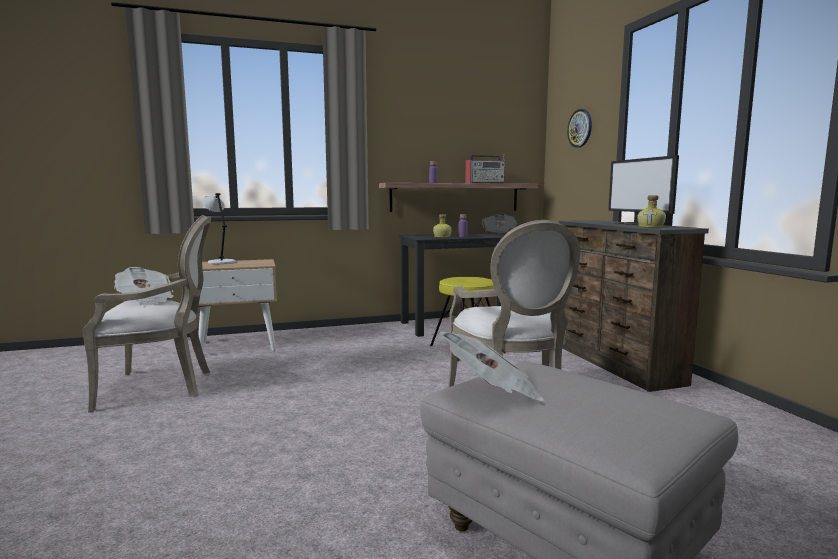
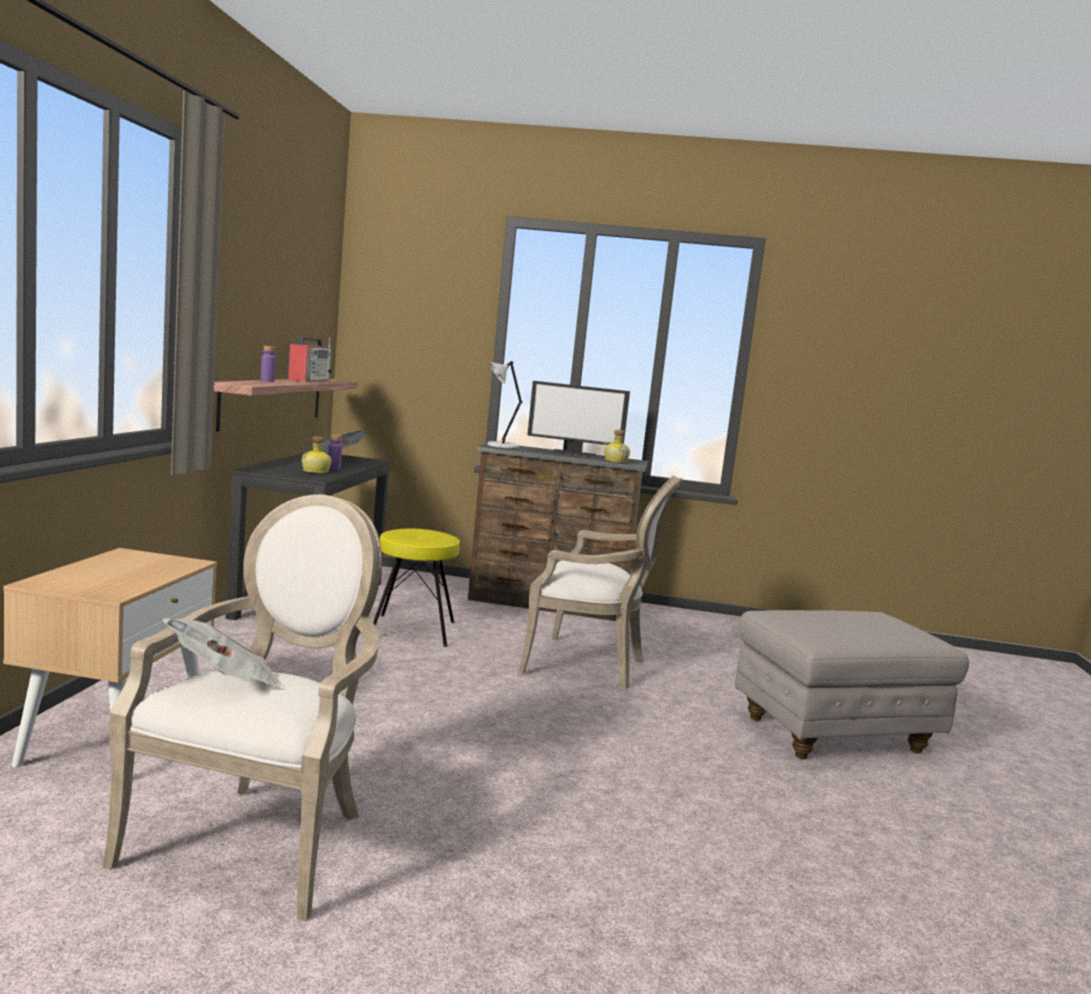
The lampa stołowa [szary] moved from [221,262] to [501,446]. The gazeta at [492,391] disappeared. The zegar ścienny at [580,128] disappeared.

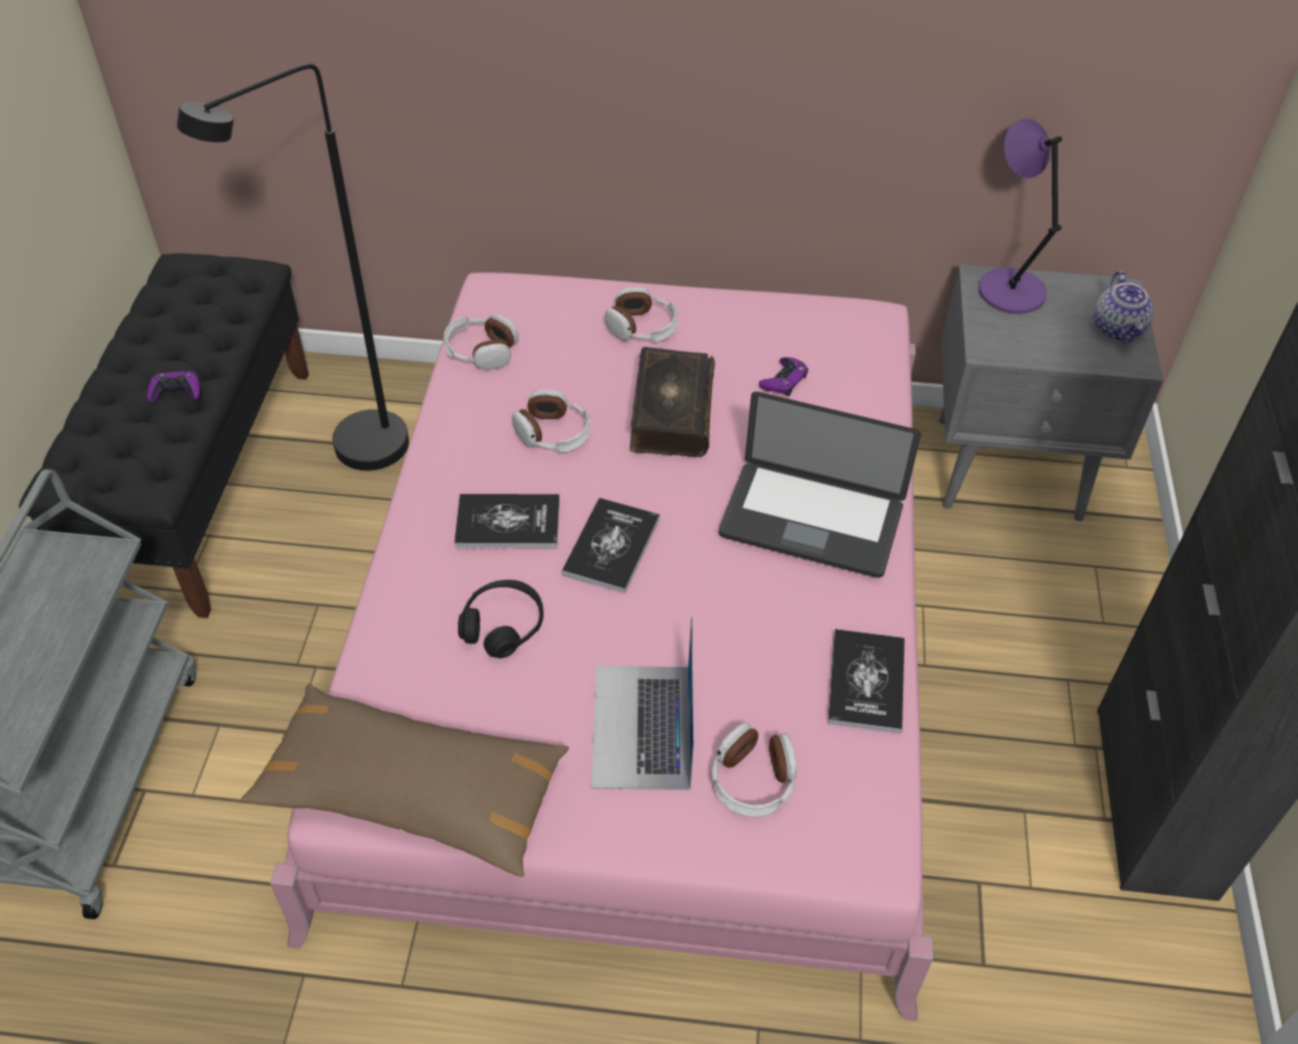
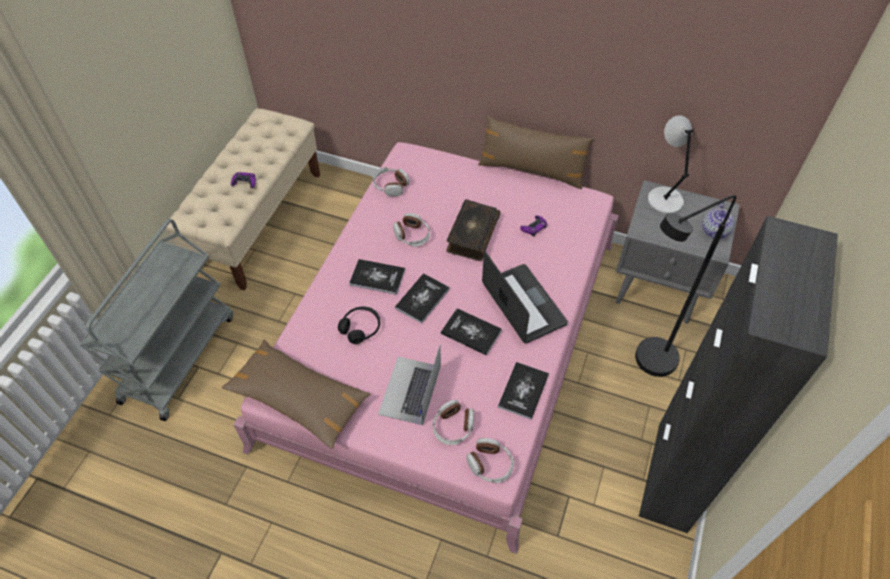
The ławka [czarny] at [203,479] became the ławka [beżowy] at [258,220]. The lampa stojąca [czarny] moved from [354,454] to [646,363]. The słuchawki moved from [642,327] to [490,464]. The laptop at [811,521] turned 150 degrees counterclockwise. The lampa stołowa [fioletowy] at [1008,290] became the lampa stołowa [szary] at [664,199]. The książka at [471,332] appeared. The poduszka [brązowy] at [531,170] appeared.

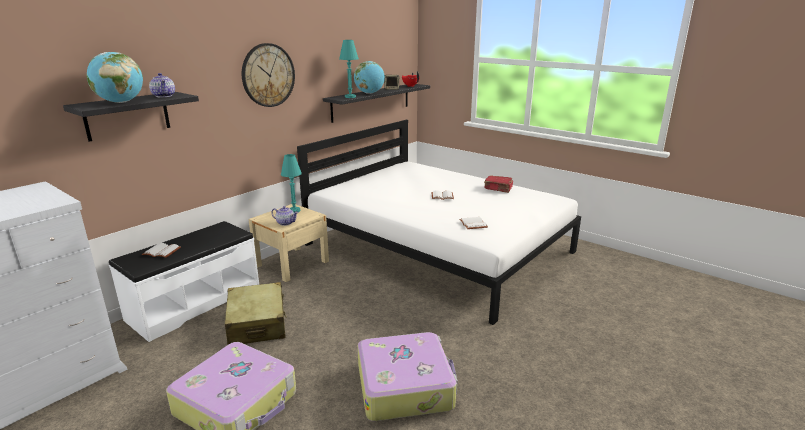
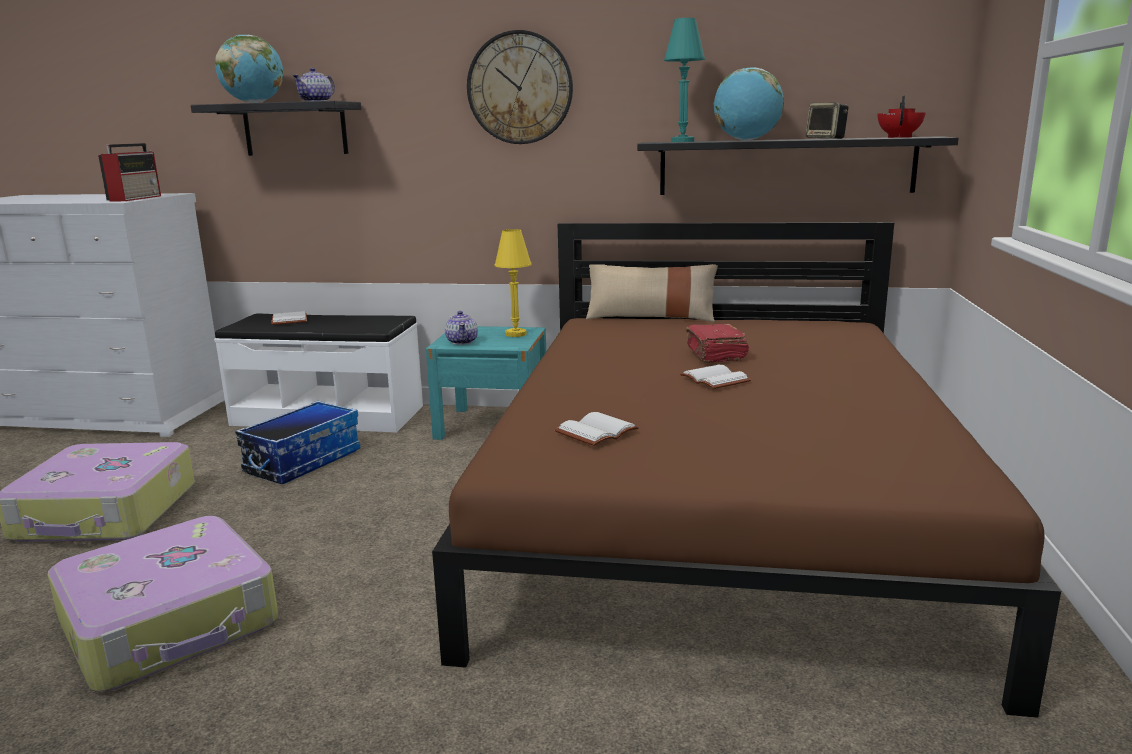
The walizka [beżowy] at [257,323] was replaced by the pojemnik do przechowywania at [303,461]. The szafka nocna [beżowy] at [292,263] became the szafka nocna [turkusowy] at [492,425]. The lampa stołowa [turkusowy] at [294,210] became the lampa stołowa [żółty] at [516,334]. The łóżko [biały] at [438,247] became the łóżko [brązowy] at [718,510]. The książka [czerwony] moved from [498,189] to [715,354]. The radio at [136,198] appeared. The poduszka [beżowy] at [651,317] appeared.

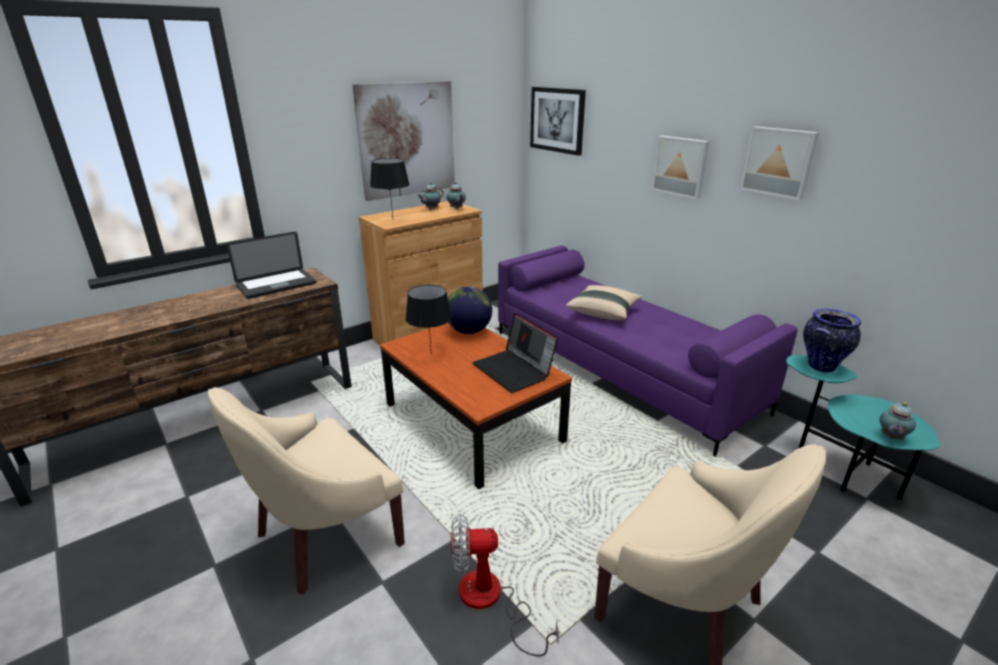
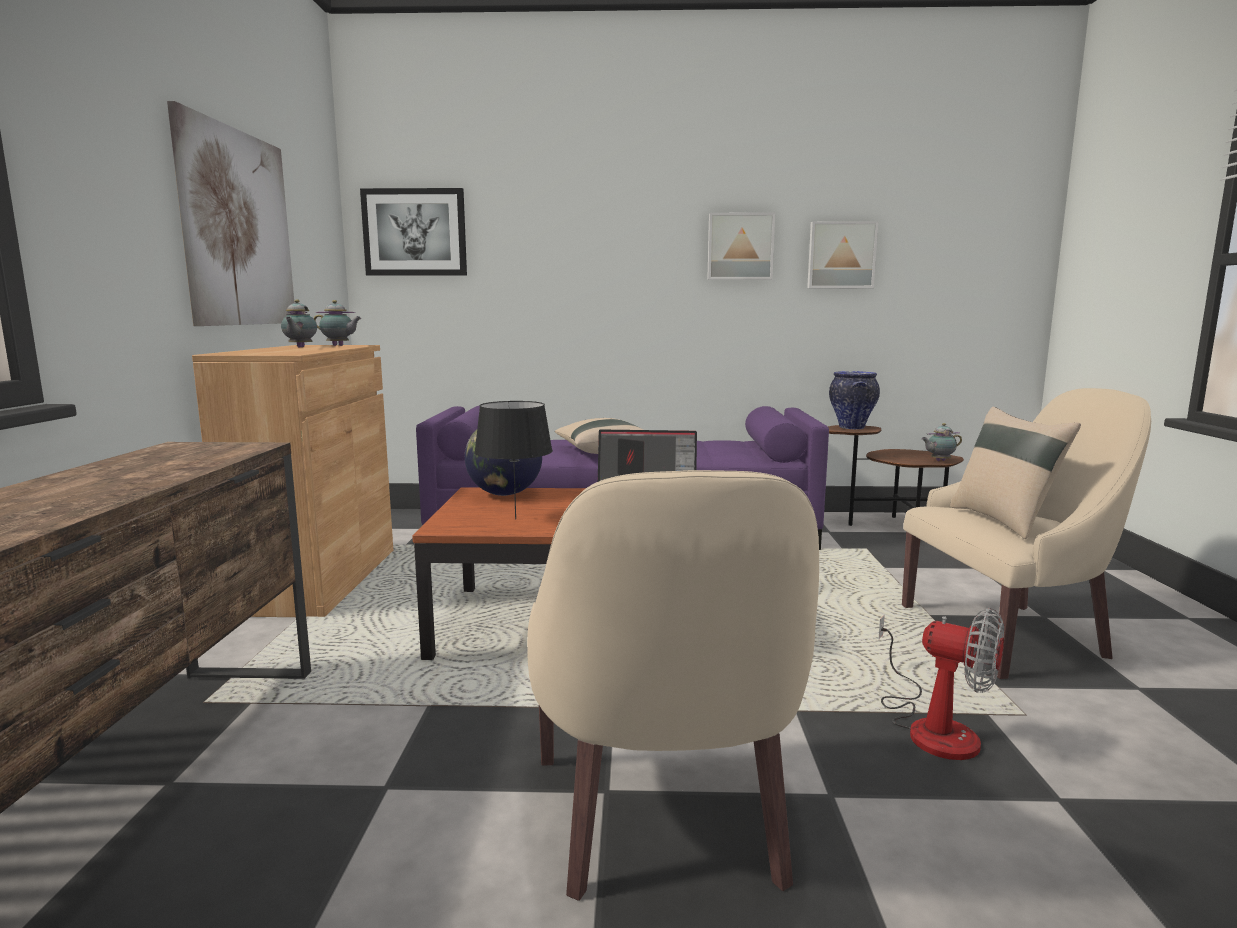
The laptop at [276,285] disappeared. The lampa stołowa [czarny] at [392,219] disappeared. The wentylator at [491,601] turned 90 degrees counterclockwise. The obraz moved from [681,166] to [841,255]. The stolik [turkusowy] at [840,470] became the stolik [brązowy] at [890,525]. The imbryk at [890,437] turned 90 degrees clockwise. The poduszka [beżowy] at [1004,521] appeared.

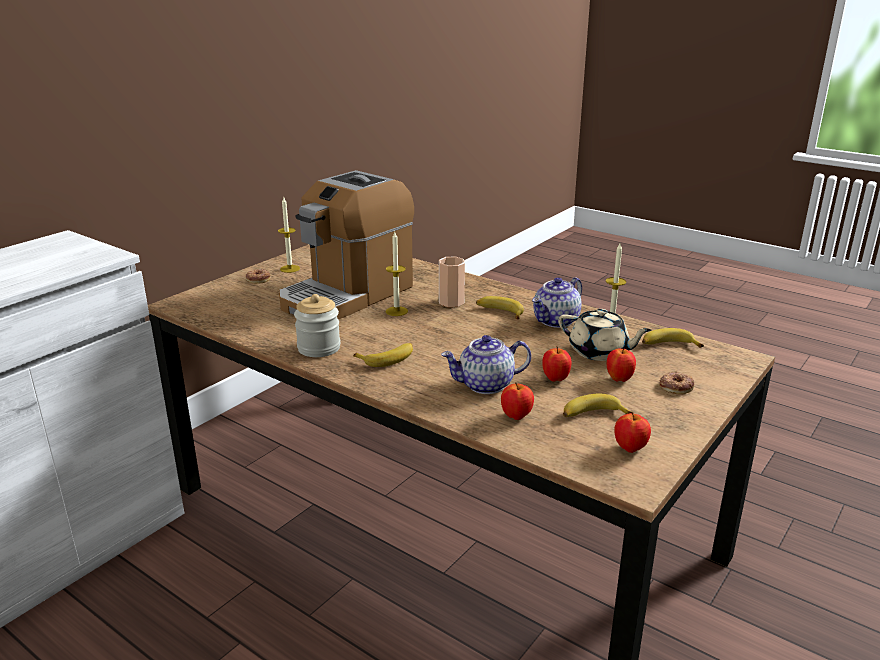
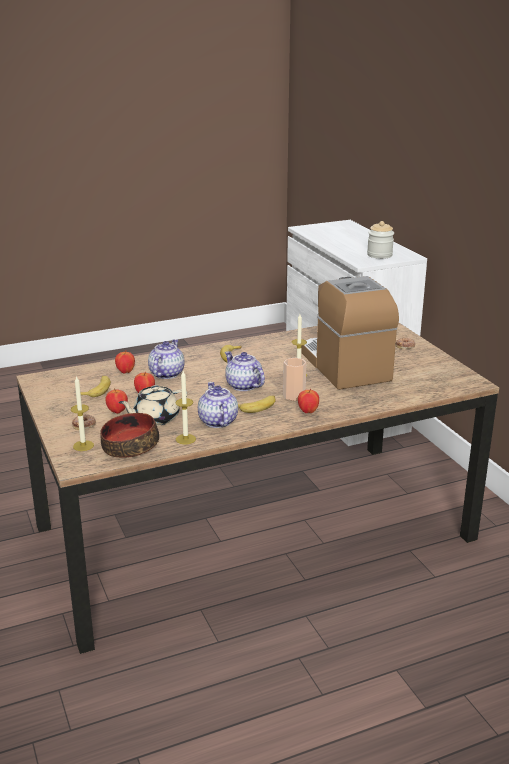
The świeca moved from [290,269] to [83,445]. The słoik moved from [319,348] to [379,255]. The jabłko moved from [630,448] to [308,411]. The banan at [668,345] was replaced by the miska at [130,446]. The imbryk at [243,385] appeared.

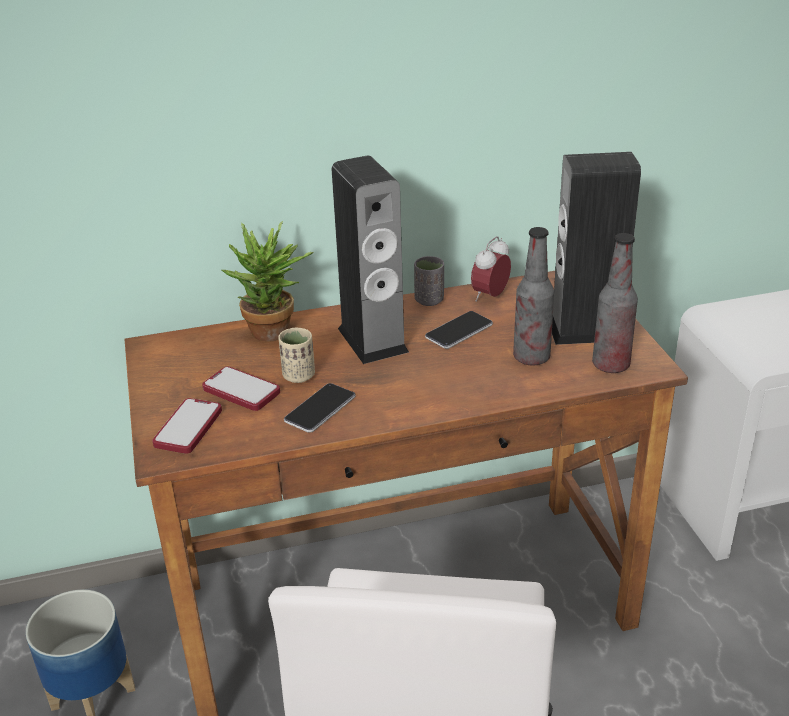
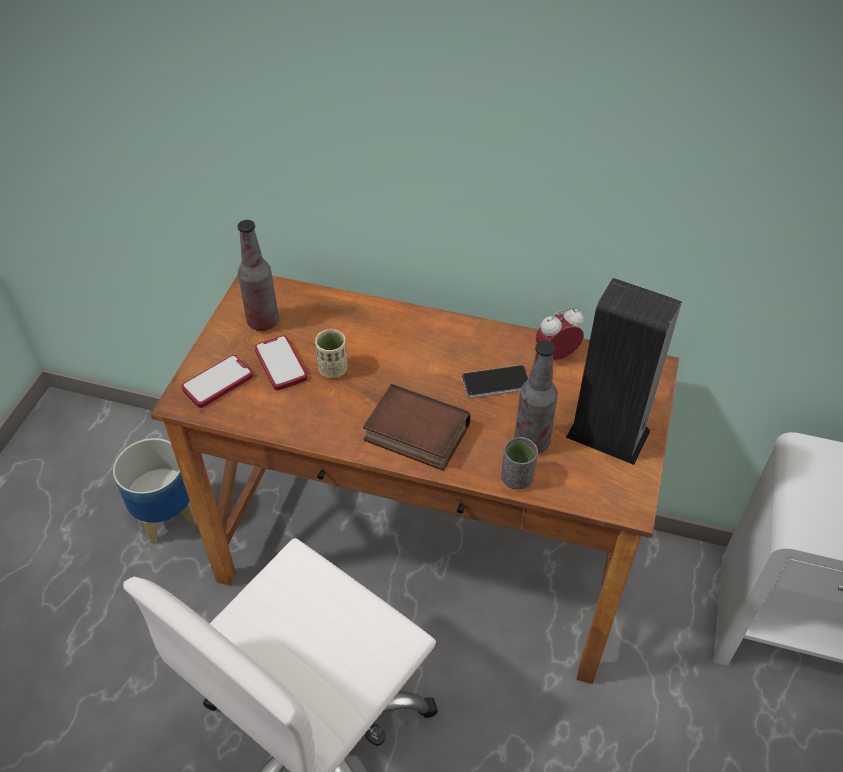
The roślina doniczkowa at [274,335] disappeared. The telefon at [320,409] disappeared. The głośnik at [372,340] disappeared. The filiżanka [szary] moved from [429,300] to [517,478]. The butelka moved from [610,365] to [263,321]. The książka at [414,434] appeared.

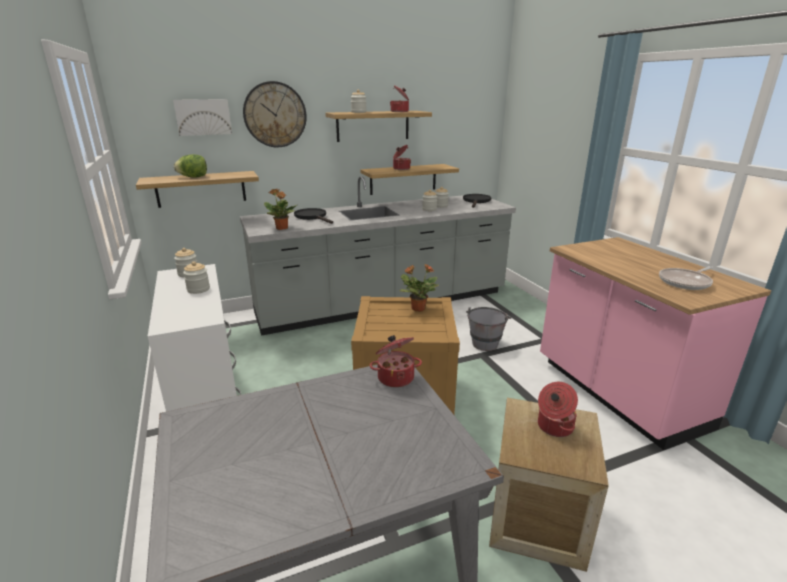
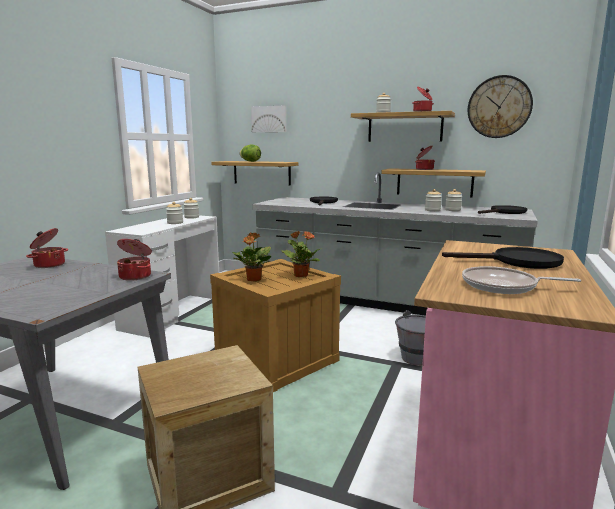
The zegar ścienny moved from [275,115] to [499,107]. The roślina doniczkowa moved from [282,228] to [253,280]. The garnek moved from [554,426] to [49,264]. The patelnia [czarny] at [517,262] appeared.

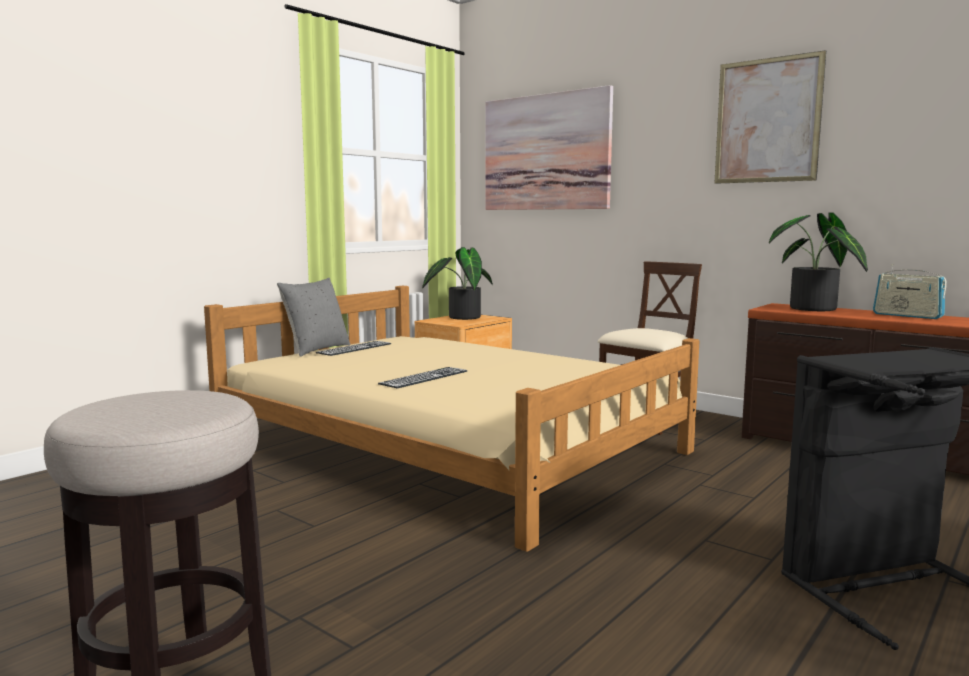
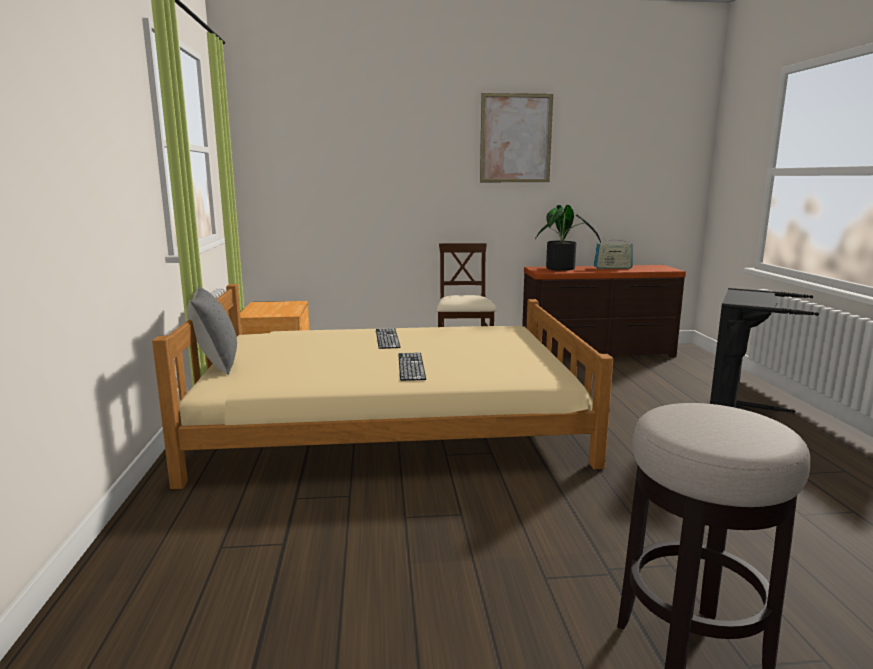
The klawiatura moved from [354,348] to [387,338]. The roślina doniczkowa at [460,317] disappeared. The obraz at [546,152] disappeared.

